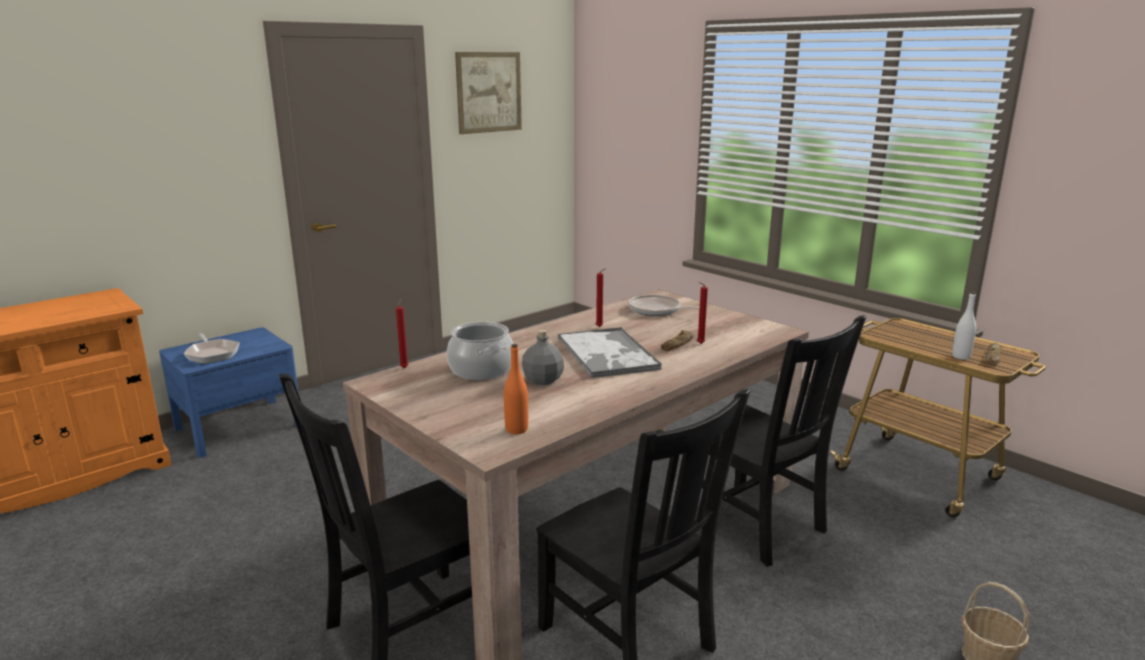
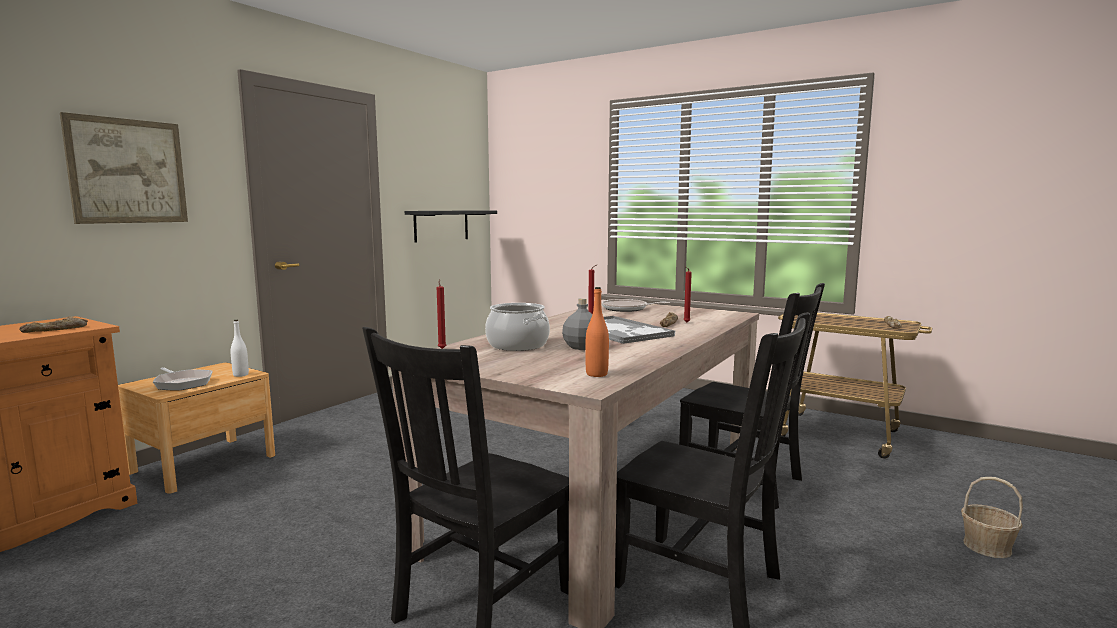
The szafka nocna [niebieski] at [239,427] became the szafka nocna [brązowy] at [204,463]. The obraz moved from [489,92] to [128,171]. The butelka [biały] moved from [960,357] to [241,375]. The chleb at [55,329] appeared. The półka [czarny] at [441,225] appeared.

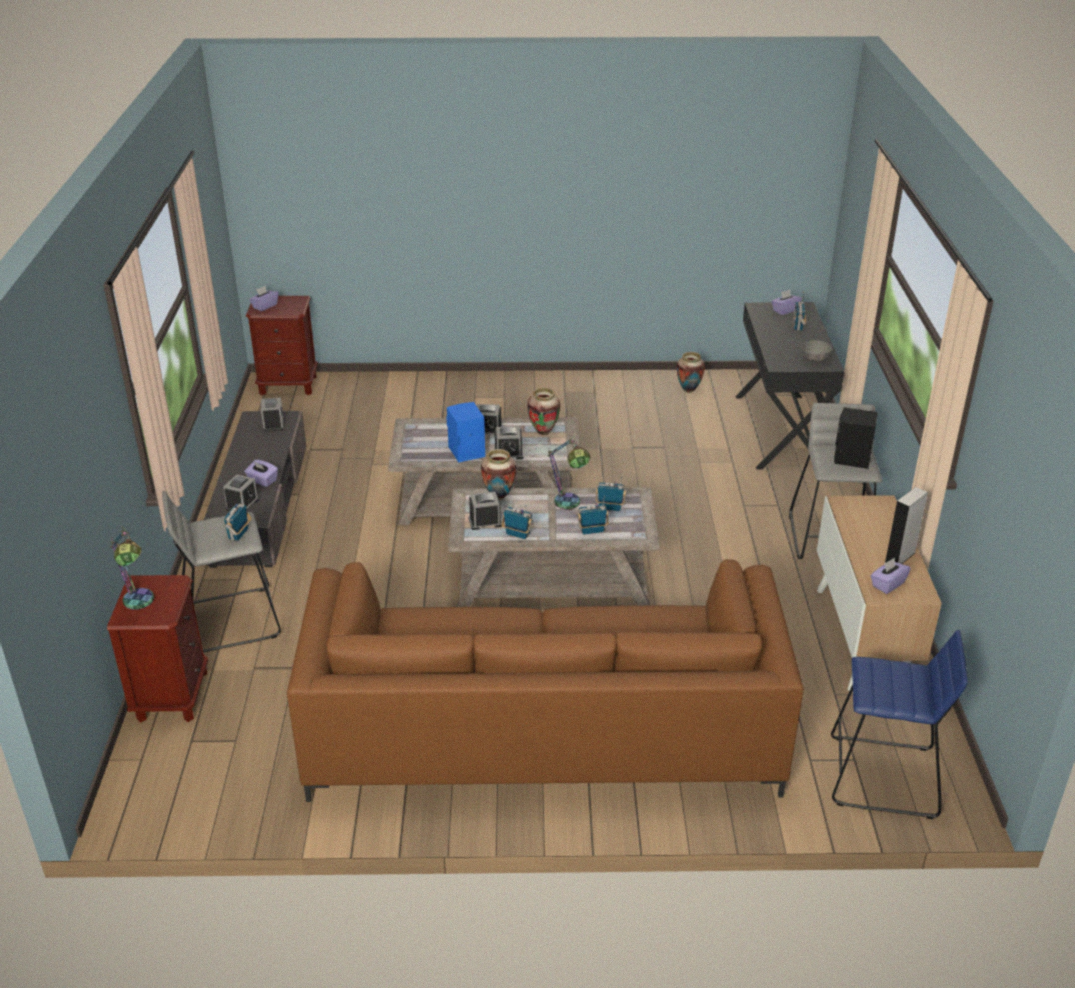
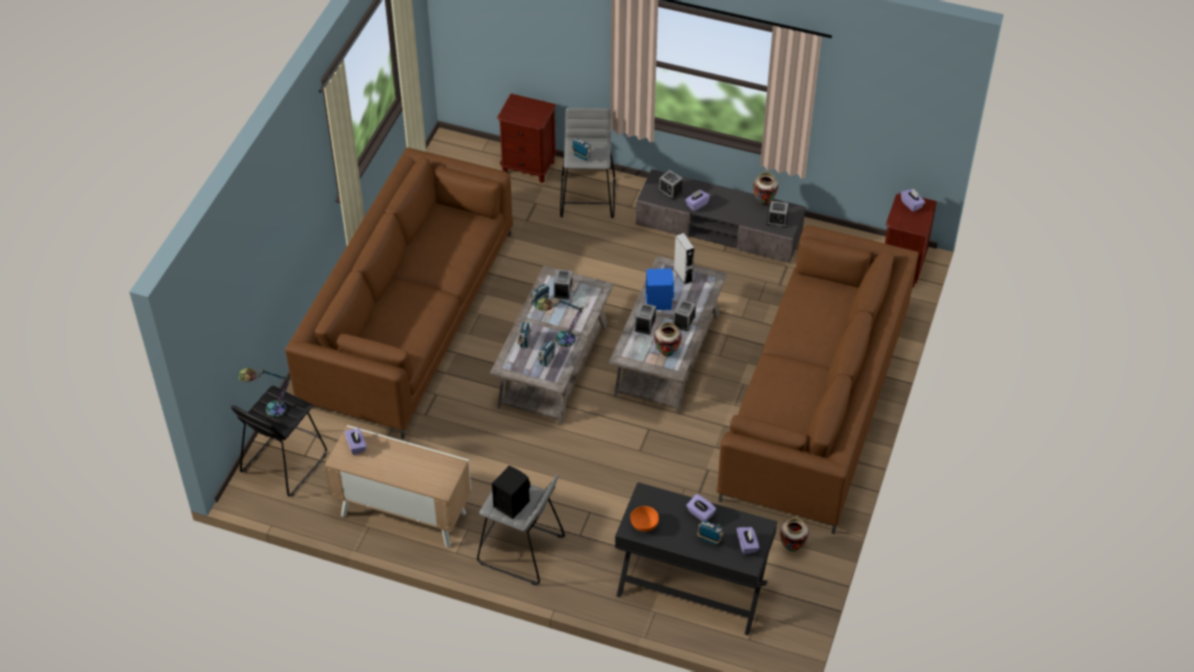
The lampa stołowa moved from [138,606] to [269,409]. The wazon moved from [499,496] to [764,202]. The miska [szary] at [815,359] became the miska [pomarańczowy] at [643,524]. The stołek [niebieski] at [883,777] became the stołek [czarny] at [284,463]. The głośnik [szary] moved from [900,557] to [683,275]. The pudełko chusteczek [fioletowy] at [700,513] appeared. The kanapa [brązowy] at [815,403] appeared.

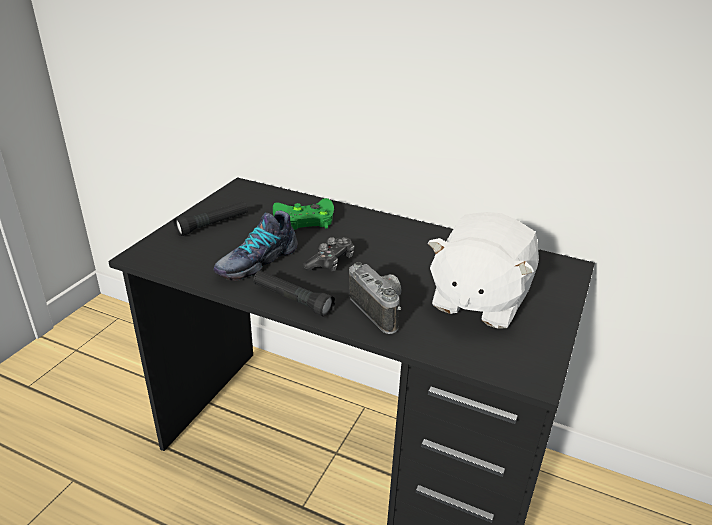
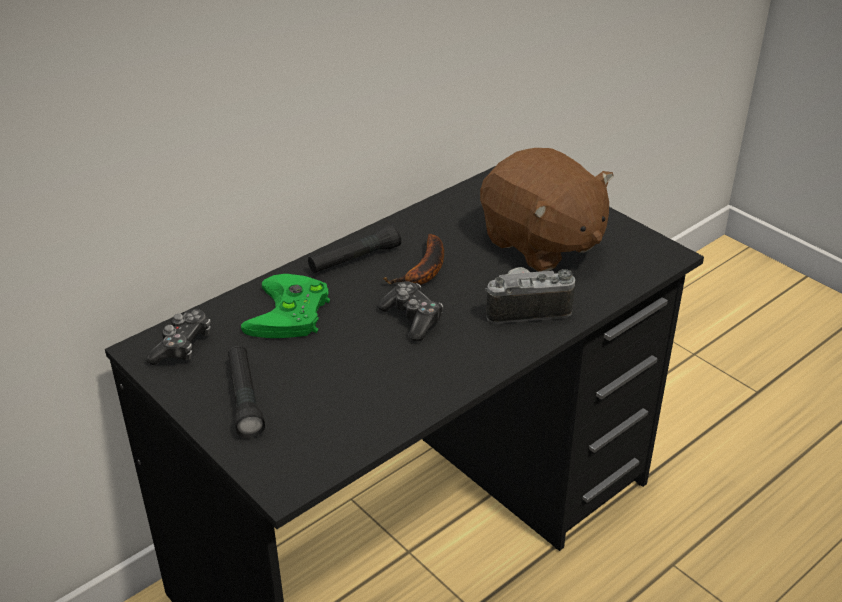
The but at [256,261] disappeared. The latarka [czarny] moved from [292,300] to [354,259]. The pluszak [biały] at [478,300] became the pluszak [brązowy] at [541,243]. The pad do gier at [182,346] appeared. The banan at [424,271] appeared.

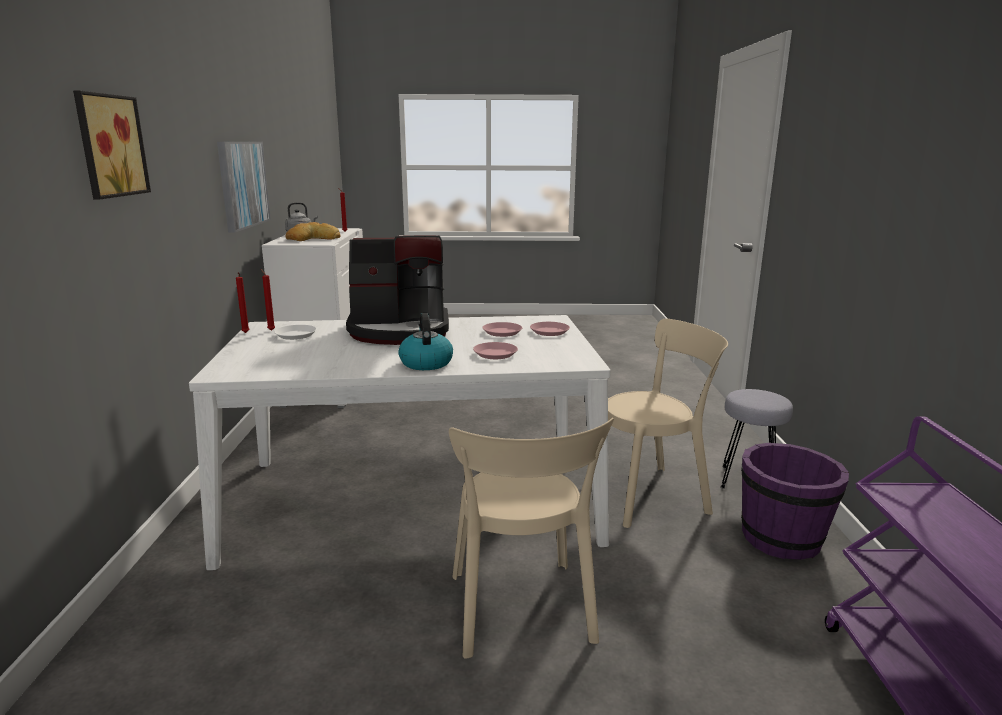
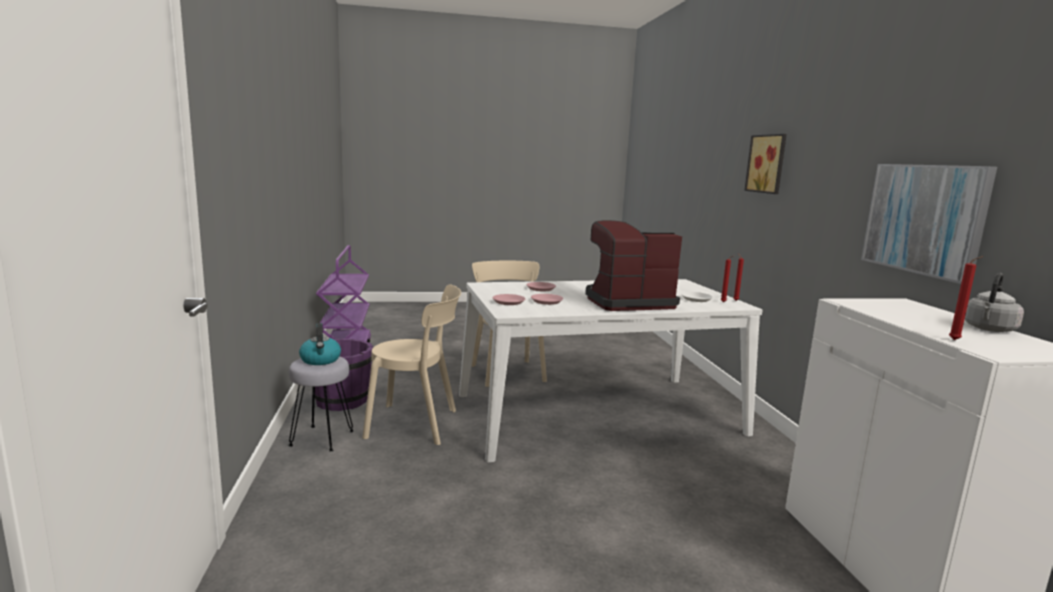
The chleb at [312,239] disappeared. The czajnik moved from [425,363] to [321,360]. The krzesło [beżowy] at [651,494] turned 150 degrees counterclockwise.

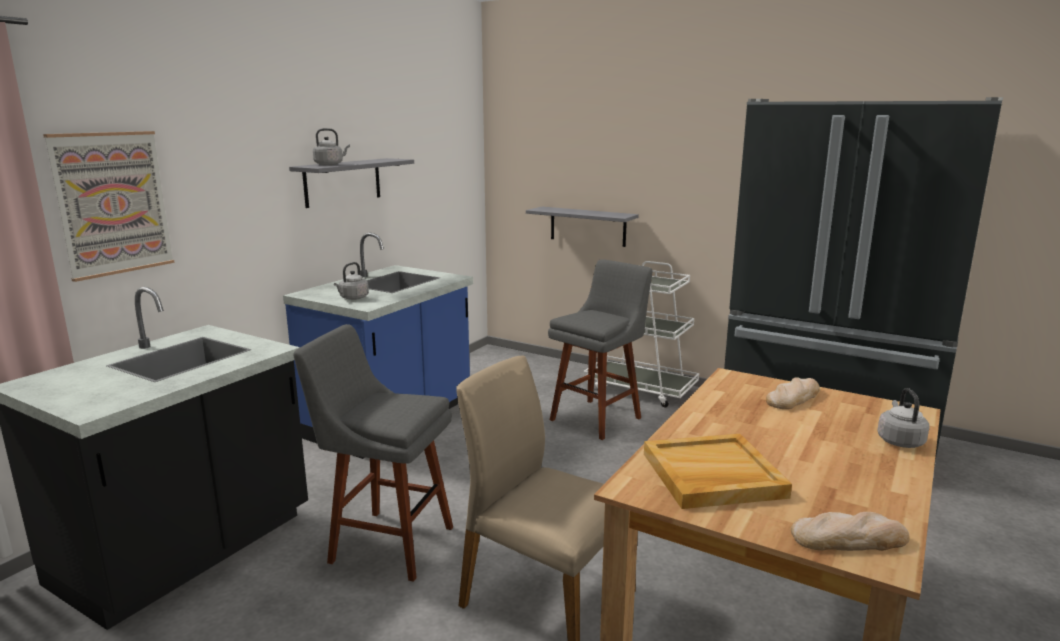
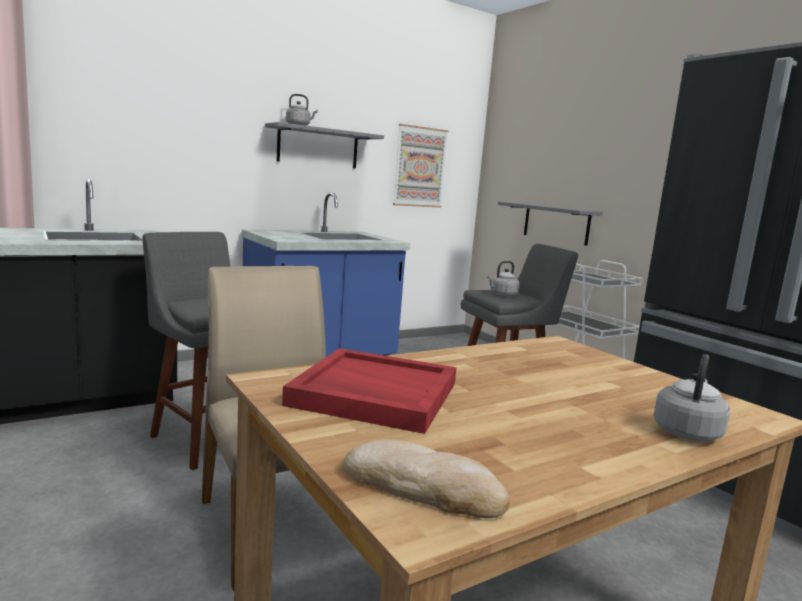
The obraz moved from [112,203] to [420,167]. The czajnik [szary] moved from [353,298] to [502,295]. The taca [beżowy] at [712,475] became the taca [czerwony] at [373,394]. The chleb at [793,397] disappeared.

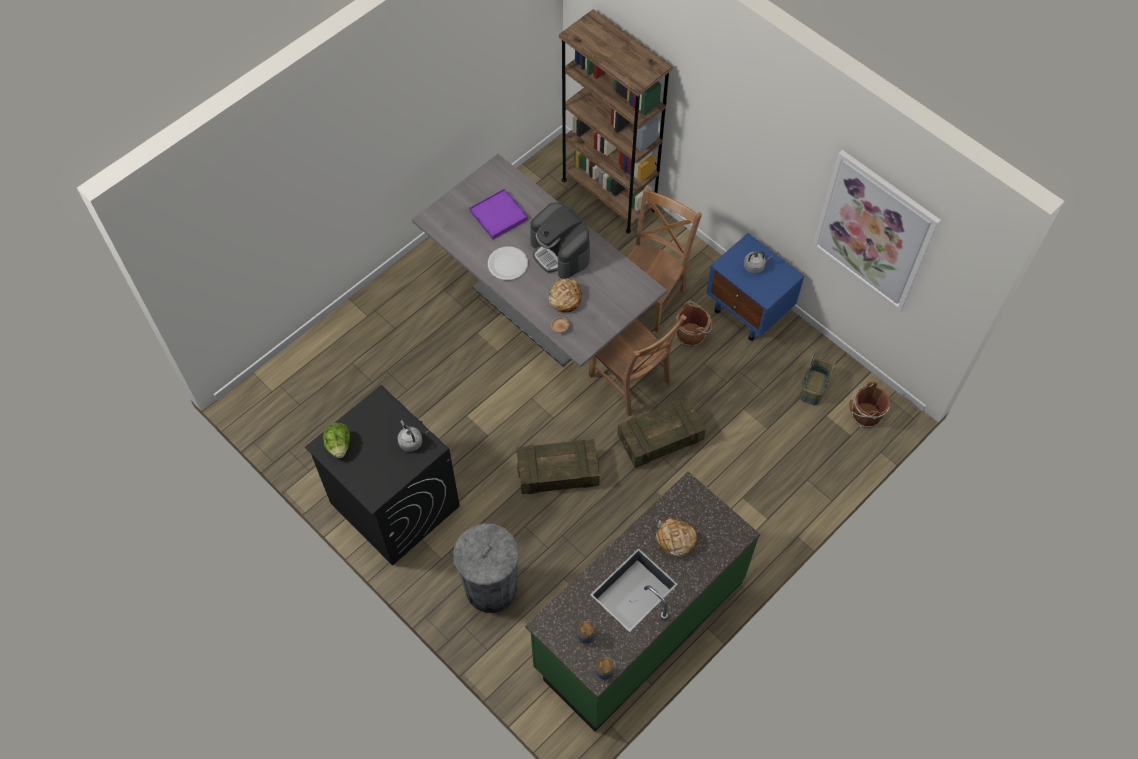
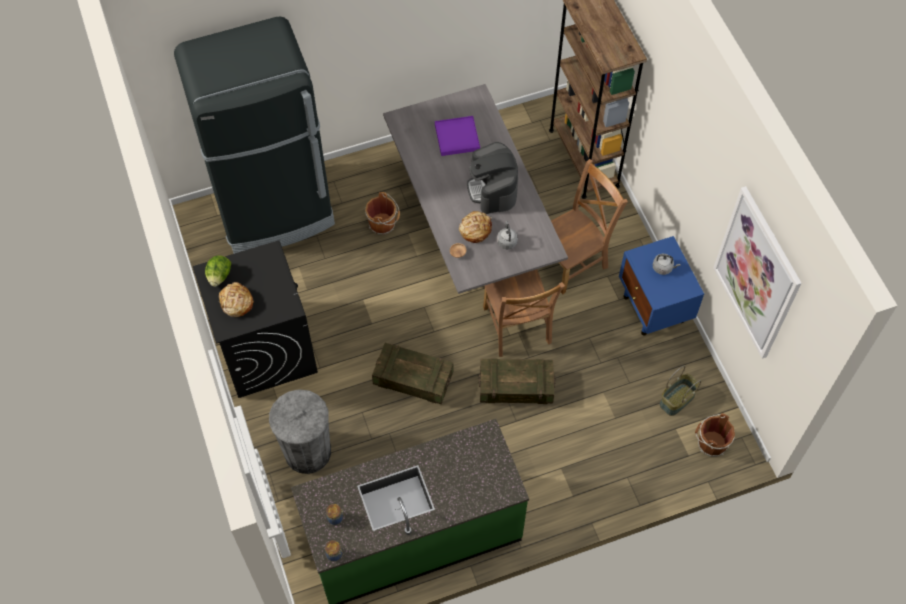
The czajnik [szary] moved from [410,441] to [506,241]. The talerz [biały] at [508,264] disappeared. The chleb moved from [675,540] to [236,302]. The wiadro [brązowy] moved from [692,334] to [383,224]. The lodówka [czarny] at [275,211] appeared.

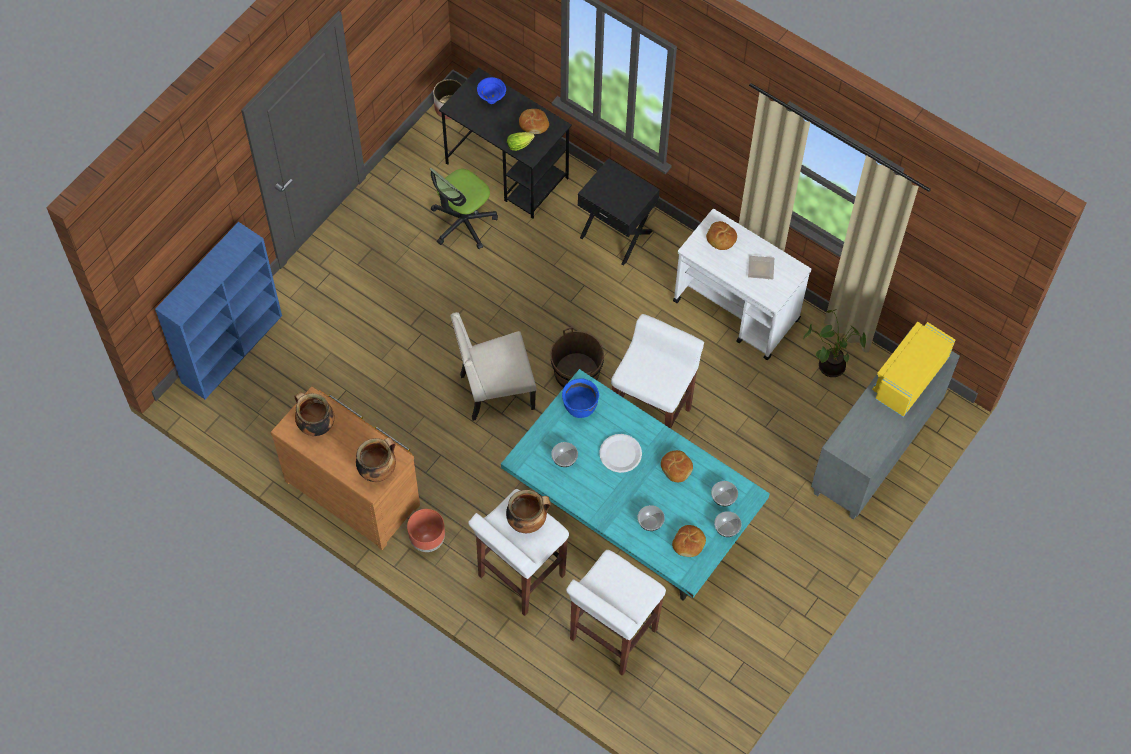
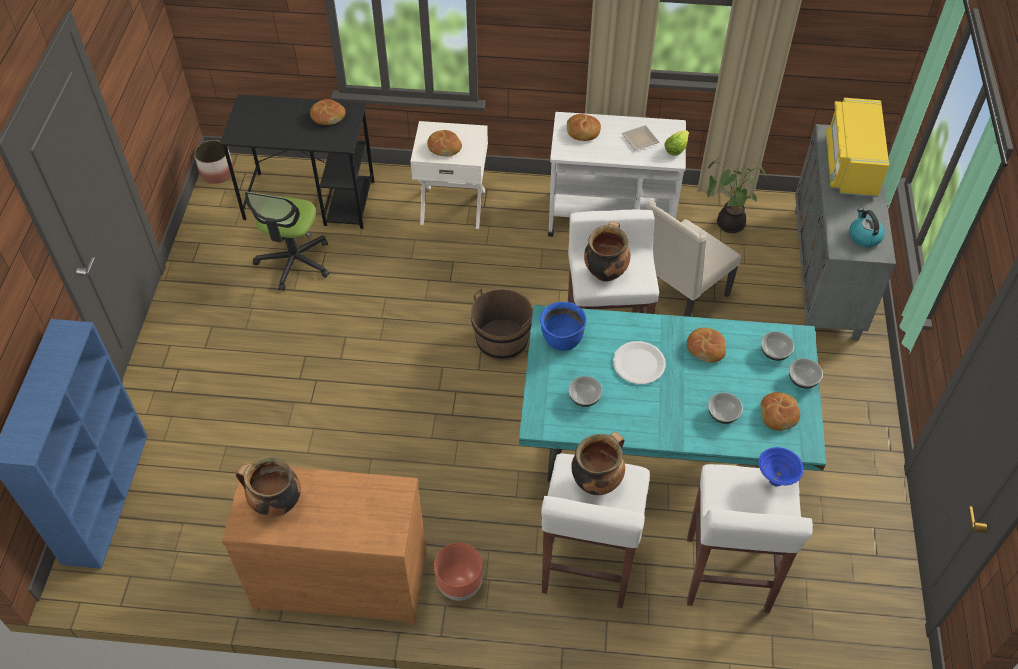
The garnek moved from [378,470] to [605,271]. The krzesło [beżowy] moved from [495,391] to [680,299]. The miska [niebieski] moved from [491,99] to [775,479]. The sałata moved from [521,144] to [677,148]. The szafka nocna [czarny] at [617,233] became the szafka nocna [biały] at [453,205]. The chleb at [444,147] appeared. The czajnik at [864,236] appeared.

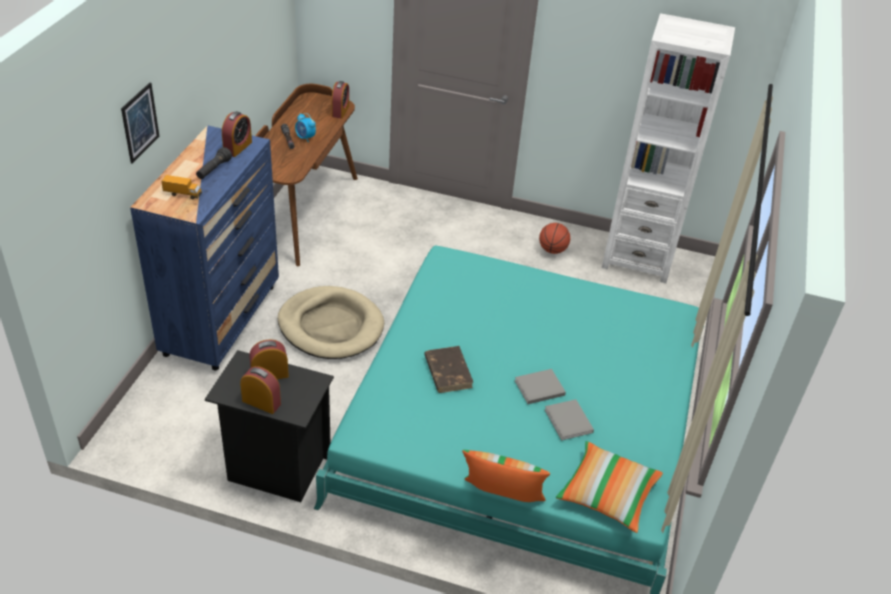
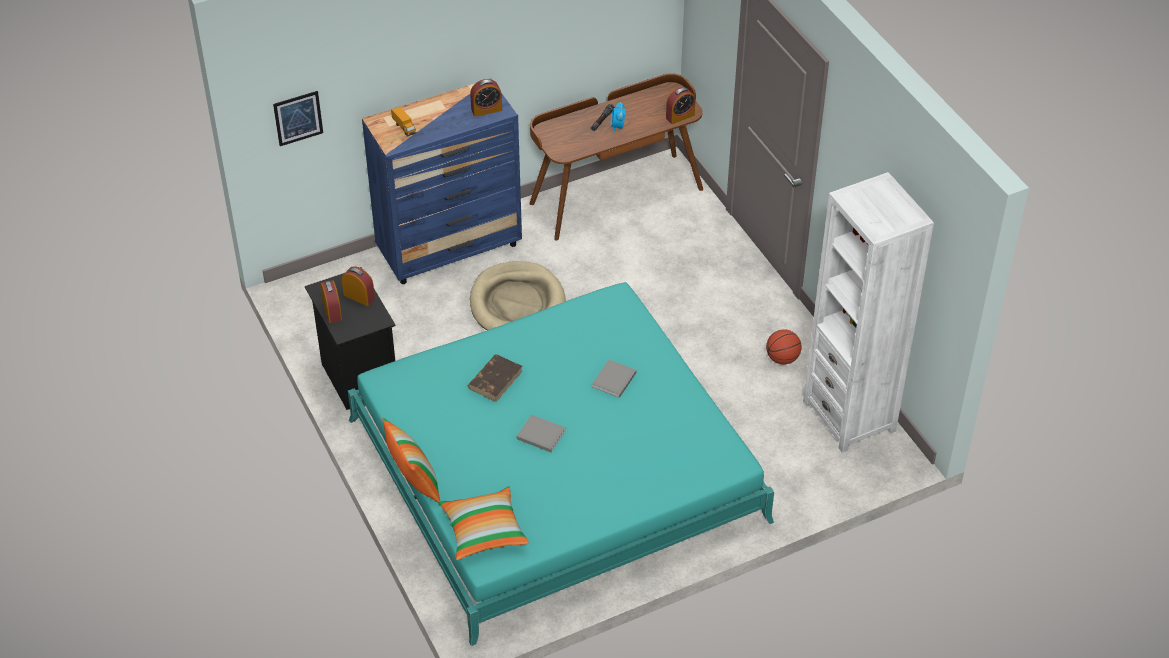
The obraz moved from [140,122] to [298,118]. The latarka [czarny] at [214,170] disappeared. The książka [szary] moved from [569,422] to [613,381].

